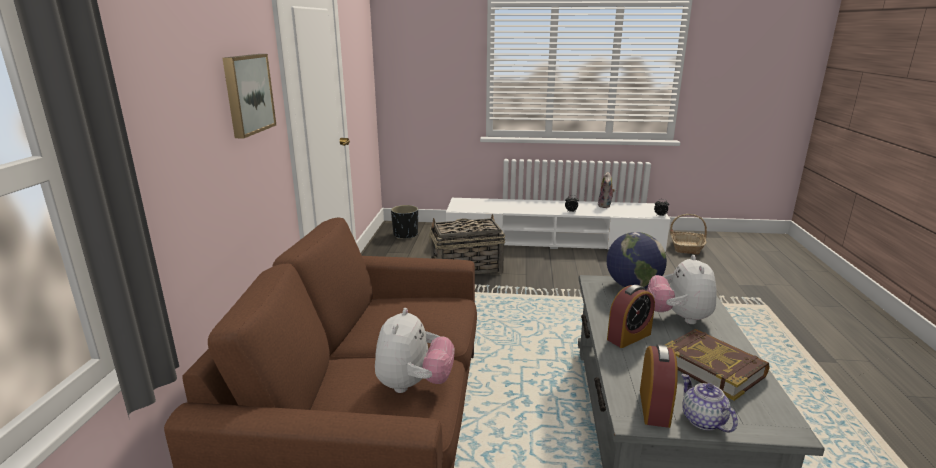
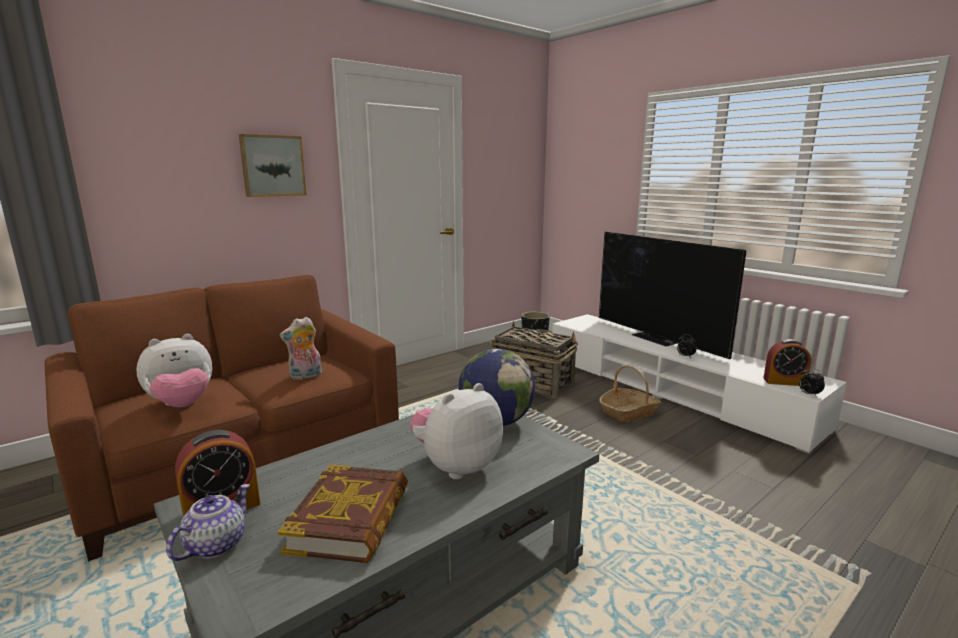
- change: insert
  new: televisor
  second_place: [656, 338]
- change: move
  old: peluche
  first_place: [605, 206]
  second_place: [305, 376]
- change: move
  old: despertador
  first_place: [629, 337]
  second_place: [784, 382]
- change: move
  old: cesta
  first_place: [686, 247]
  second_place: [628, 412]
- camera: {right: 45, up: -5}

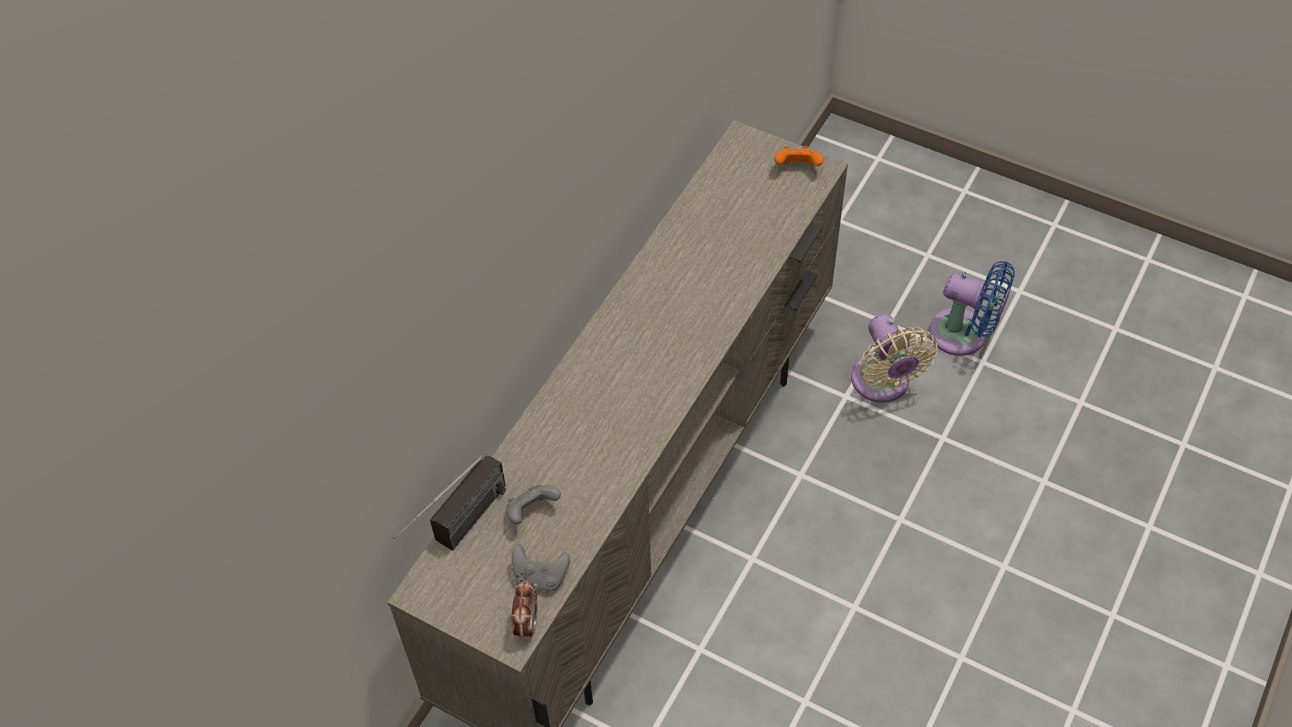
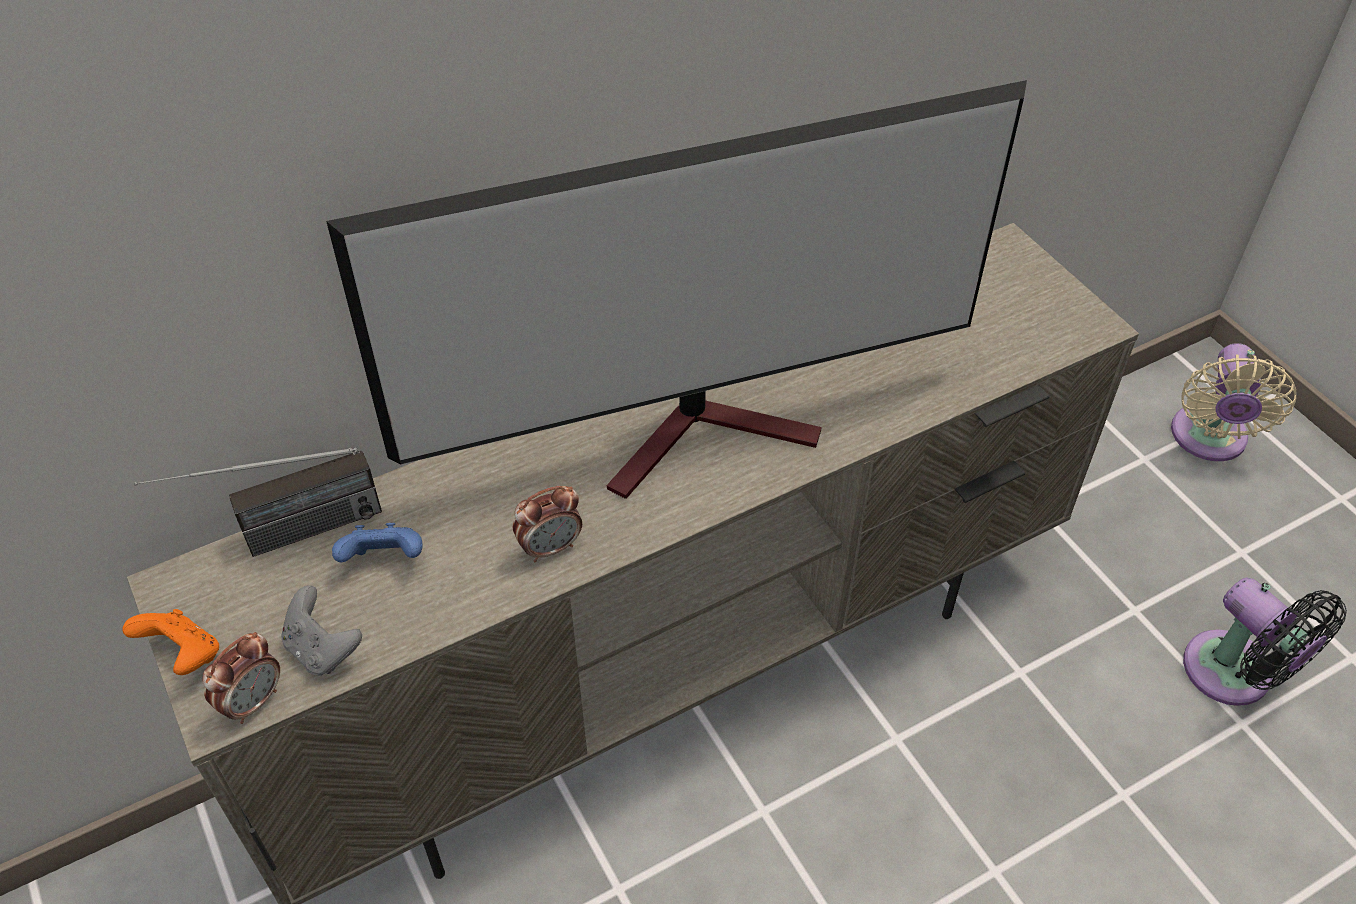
- change: insert
  new: televisor
  second_place: [710, 433]
- change: insert
  new: despertador
  second_place: [550, 547]
- change: move
  old: mando de consola (naranja)
  first_place: [797, 168]
  second_place: [184, 655]
- change: move
  old: ventilador (beis)
  first_place: [882, 384]
  second_place: [1208, 440]
- change: recolor
  old: mando de consola (gris)
  new: mando de consola (azul)
  first_place: [531, 511]
  second_place: [385, 560]
- change: recolor
  old: ventilador (azul)
  new: ventilador (negro)
  first_place: [964, 335]
  second_place: [1235, 676]
- camera: {right: 30, up: -5}

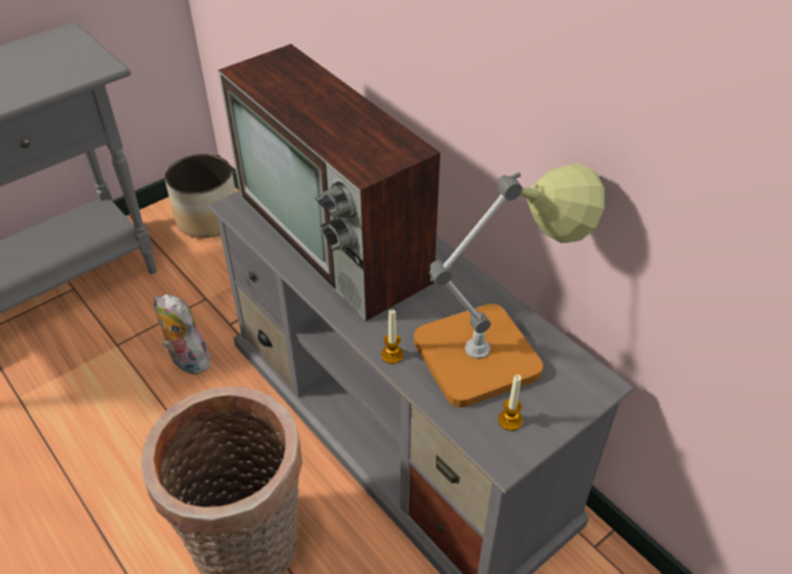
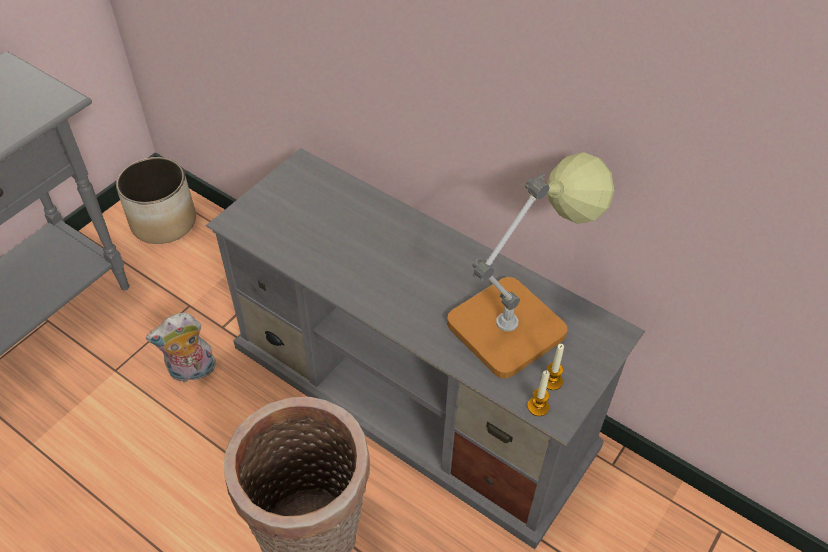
- change: delete
  old: televisor
  first_place: [335, 239]
- change: move
  old: vela
  first_place: [392, 355]
  second_place: [538, 407]
- change: rotate
  old: peluche
  first_place: [186, 360]
  second_place: [192, 372]
  degrees: -45
- camera: {right: -15, up: 5}

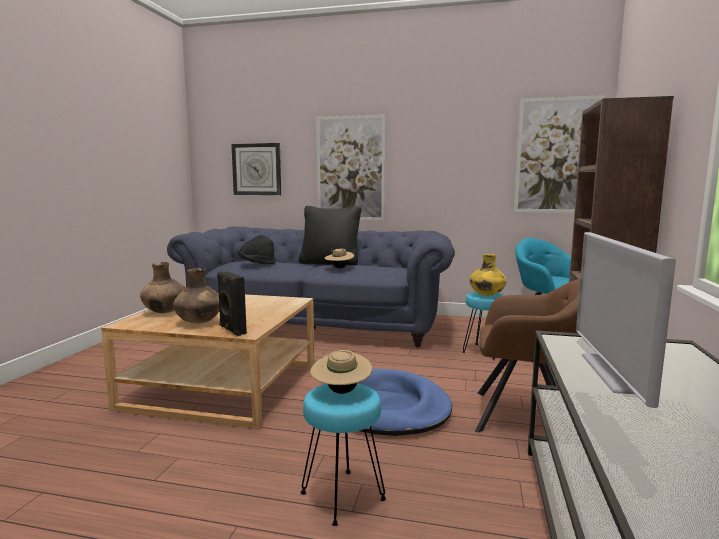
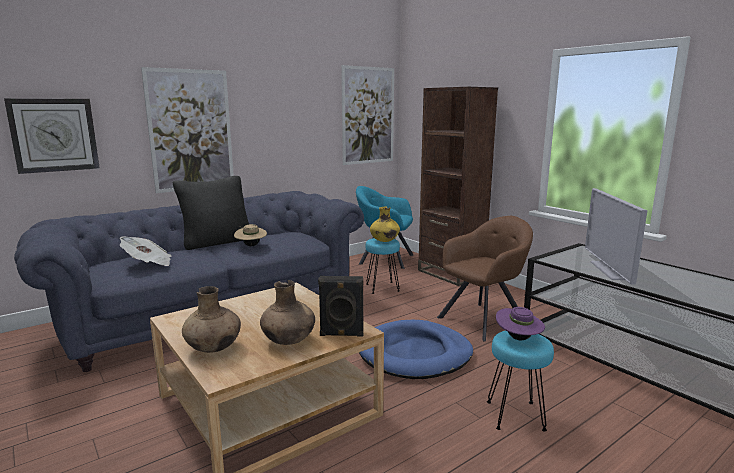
- change: replace
  old: sombrero (negro)
  new: periódico
  first_place: [256, 264]
  second_place: [148, 263]
- change: recolor
  old: sombrero (beis)
  new: sombrero (morado)
  first_place: [341, 391]
  second_place: [518, 339]
- change: rotate
  old: televisor
  first_place: [614, 373]
  second_place: [610, 270]
  degrees: 45
- camera: {right: -50, up: 5}

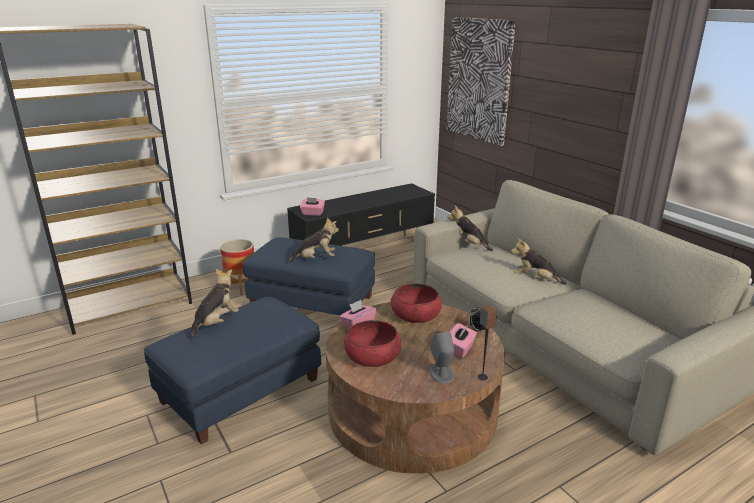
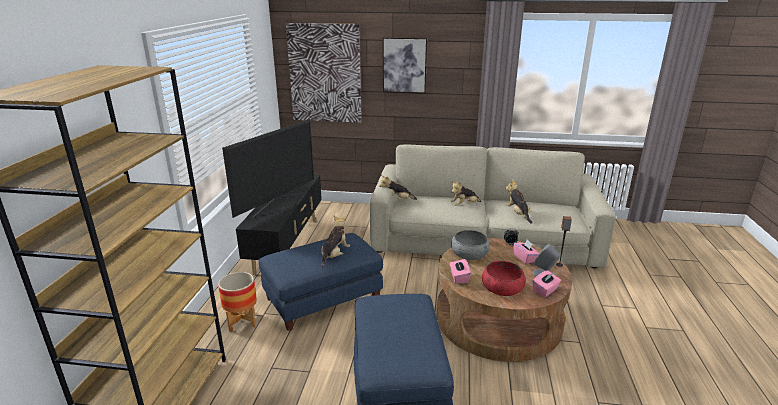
- change: insert
  new: televisor
  second_place: [277, 204]
- change: insert
  new: cuadro
  second_place: [404, 65]
- change: move
  old: peluche
  first_place: [216, 323]
  second_place: [517, 214]
- change: move
  old: caja de pañuelos (rosa)
  first_place: [312, 213]
  second_place: [545, 290]
- change: recolor
  old: cuenco (rojo)
  new: cuenco (gris)
  first_place: [415, 314]
  second_place: [469, 254]
- camera: {right: -50, up: 0}

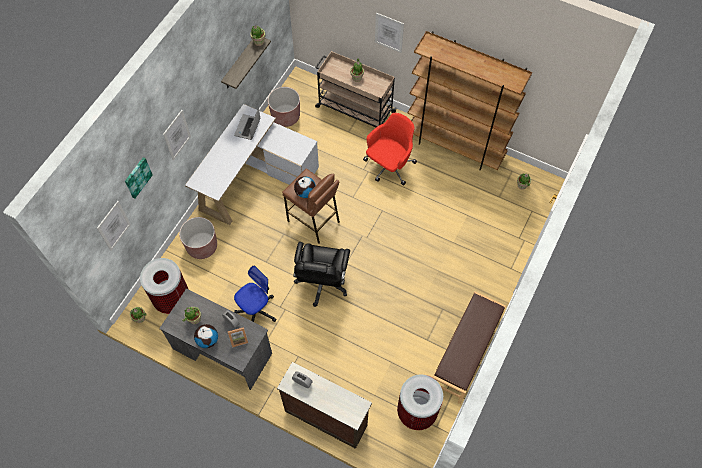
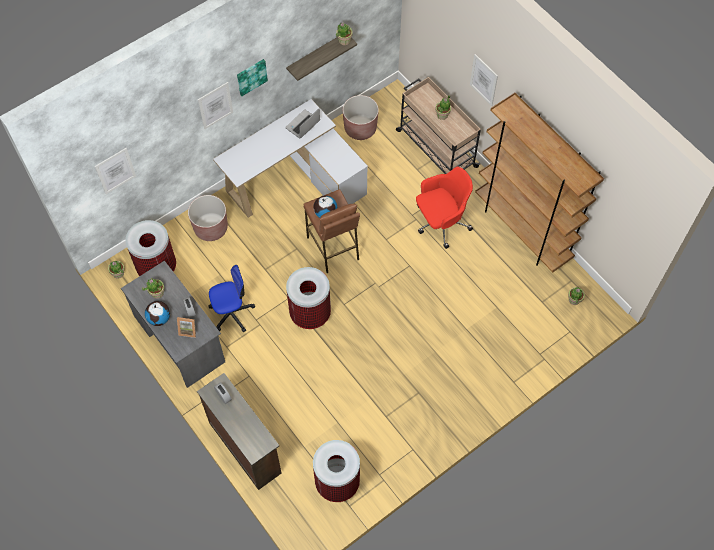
- change: delete
  old: banco (marrón)
  first_place: [465, 353]
- change: move
  old: cuadro
  first_place: [137, 177]
  second_place: [251, 76]
- change: replace
  old: silla de oficina (negro)
  new: papelera
  first_place: [322, 283]
  second_place: [310, 314]
- camera: {right: 25, up: 0}

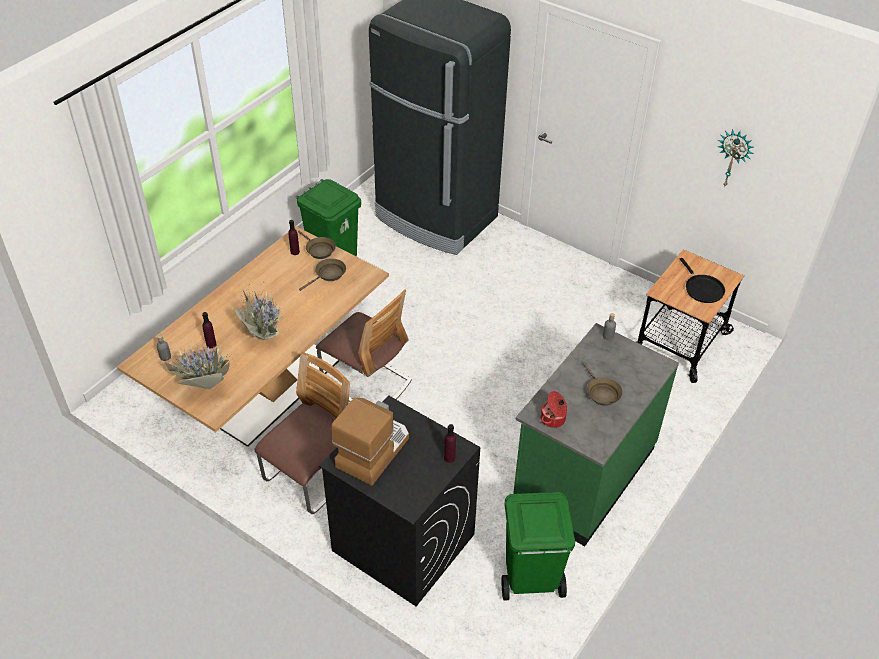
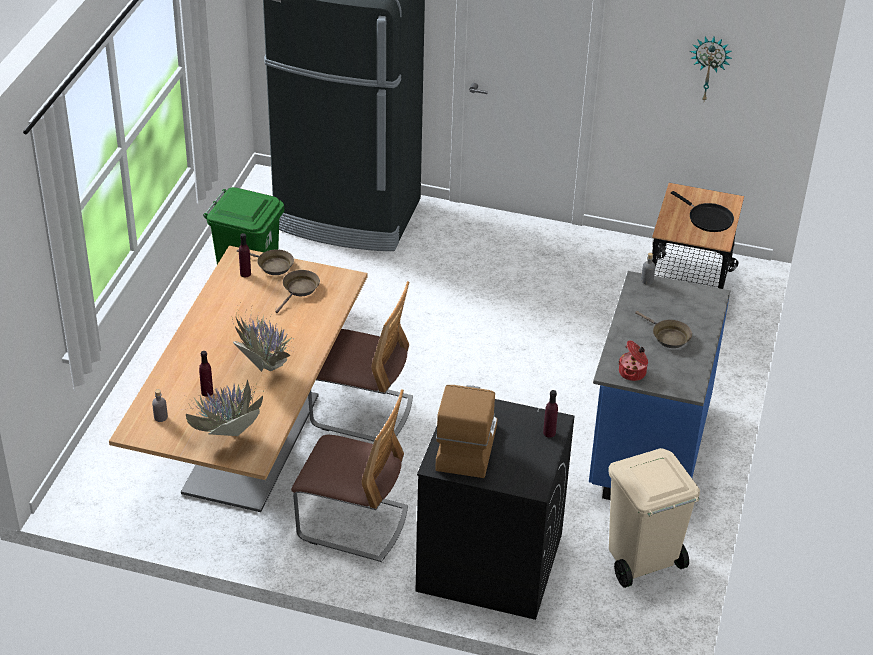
- change: recolor
  old: papelera (verde)
  new: papelera (beis)
  first_place: [530, 579]
  second_place: [641, 561]
- change: recolor
  old: mueble bajo de cocina (verde)
  new: mueble bajo de cocina (azul)
  first_place: [582, 475]
  second_place: [647, 447]
- change: rotate
  old: silla
  first_place: [312, 476]
  second_place: [353, 523]
  degrees: 90
- camera: {right: -20, up: -5}

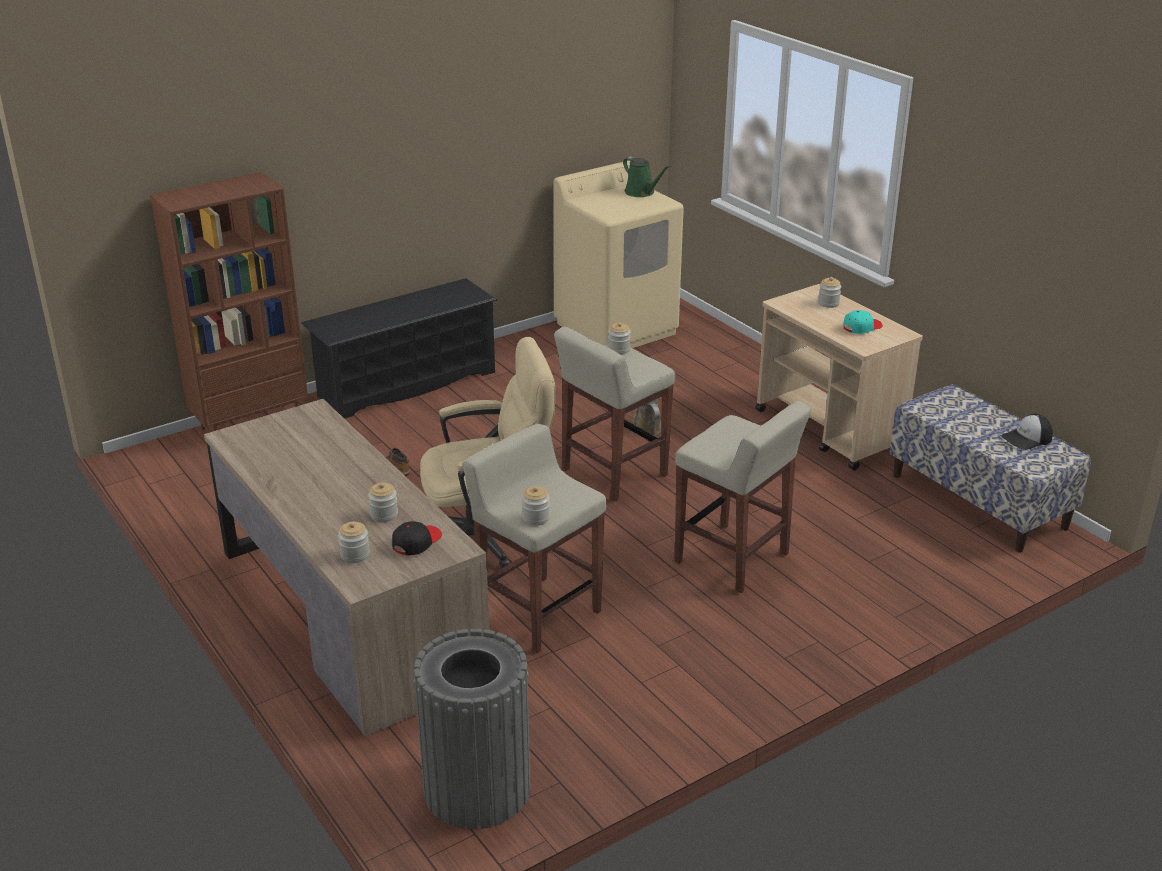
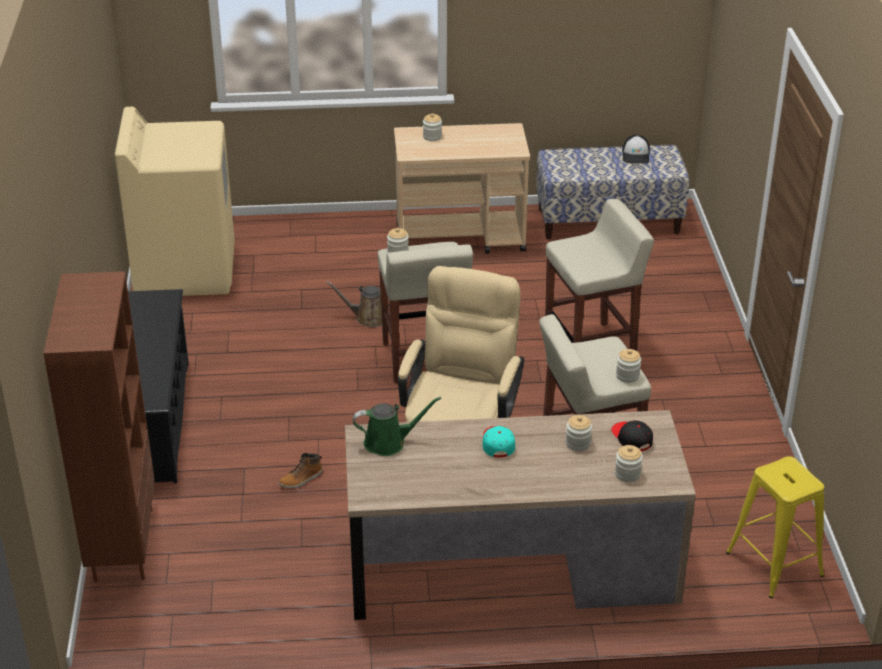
- change: move
  old: regadera (verde)
  first_place: [641, 192]
  second_place: [389, 442]
- change: move
  old: gorra (turquesa)
  first_place: [862, 327]
  second_place: [497, 443]
- change: replace
  old: papelera (gris)
  new: taburete (amarillo)
  first_place: [476, 789]
  second_place: [774, 564]
- camera: {right: -60, up: 5}

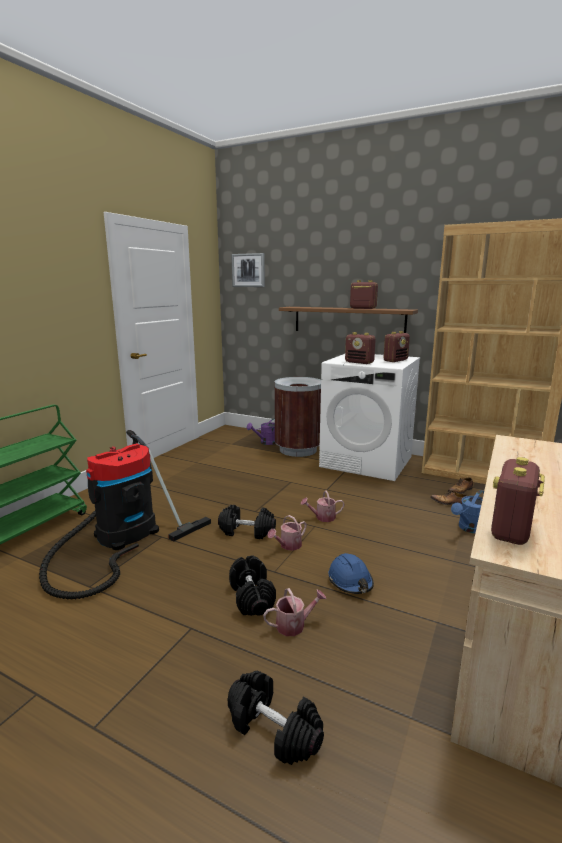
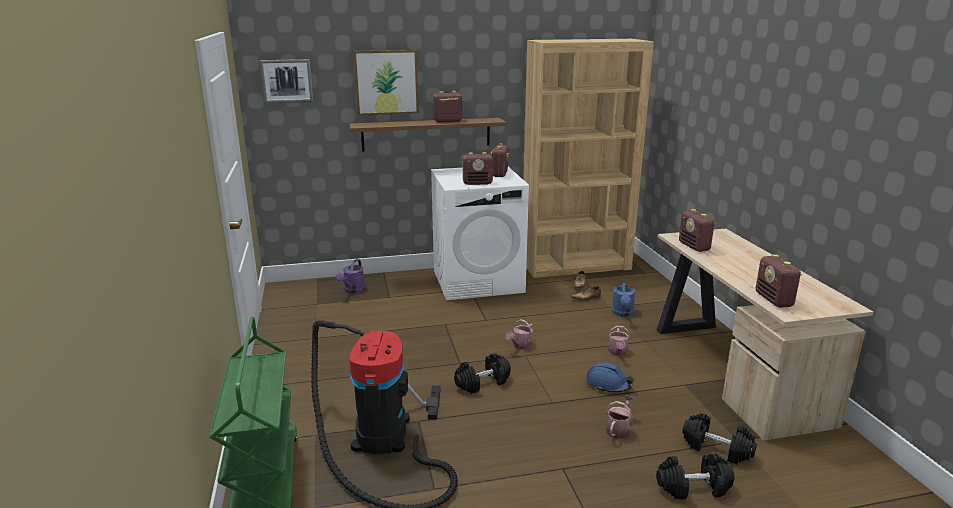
- change: delete
  old: papelera (marrón)
  first_place: [298, 450]
- change: insert
  new: cuadro
  second_place: [386, 82]
- change: insert
  new: radio
  second_place: [694, 247]
- change: move
  old: mancuerna (negro)
  first_place: [252, 597]
  second_place: [717, 449]
- change: move
  old: regadera
  first_place: [288, 546]
  second_place: [617, 352]
- camera: {right: -40, up: 5}

